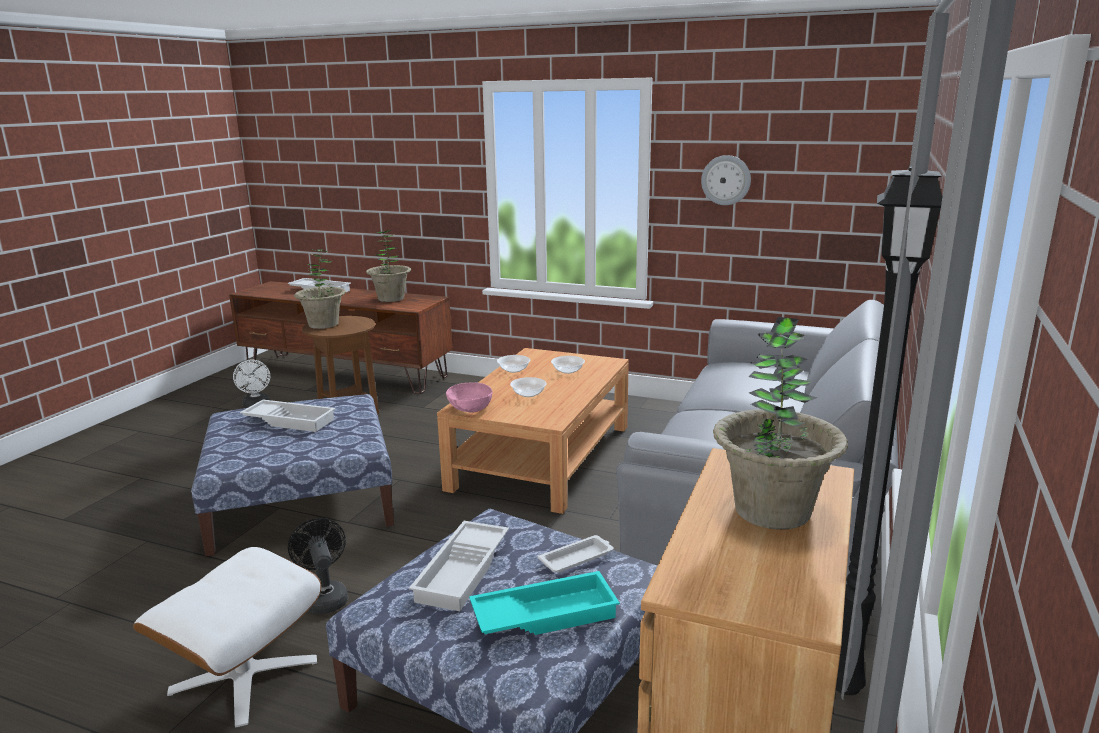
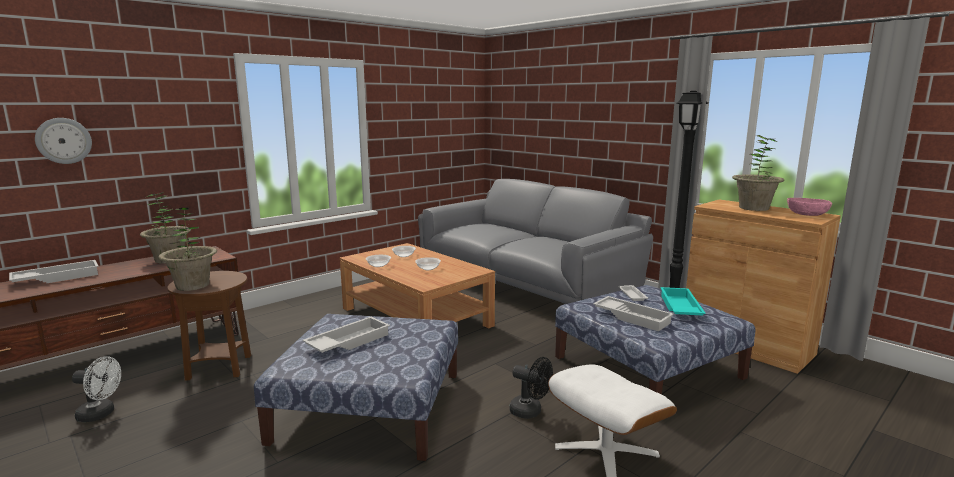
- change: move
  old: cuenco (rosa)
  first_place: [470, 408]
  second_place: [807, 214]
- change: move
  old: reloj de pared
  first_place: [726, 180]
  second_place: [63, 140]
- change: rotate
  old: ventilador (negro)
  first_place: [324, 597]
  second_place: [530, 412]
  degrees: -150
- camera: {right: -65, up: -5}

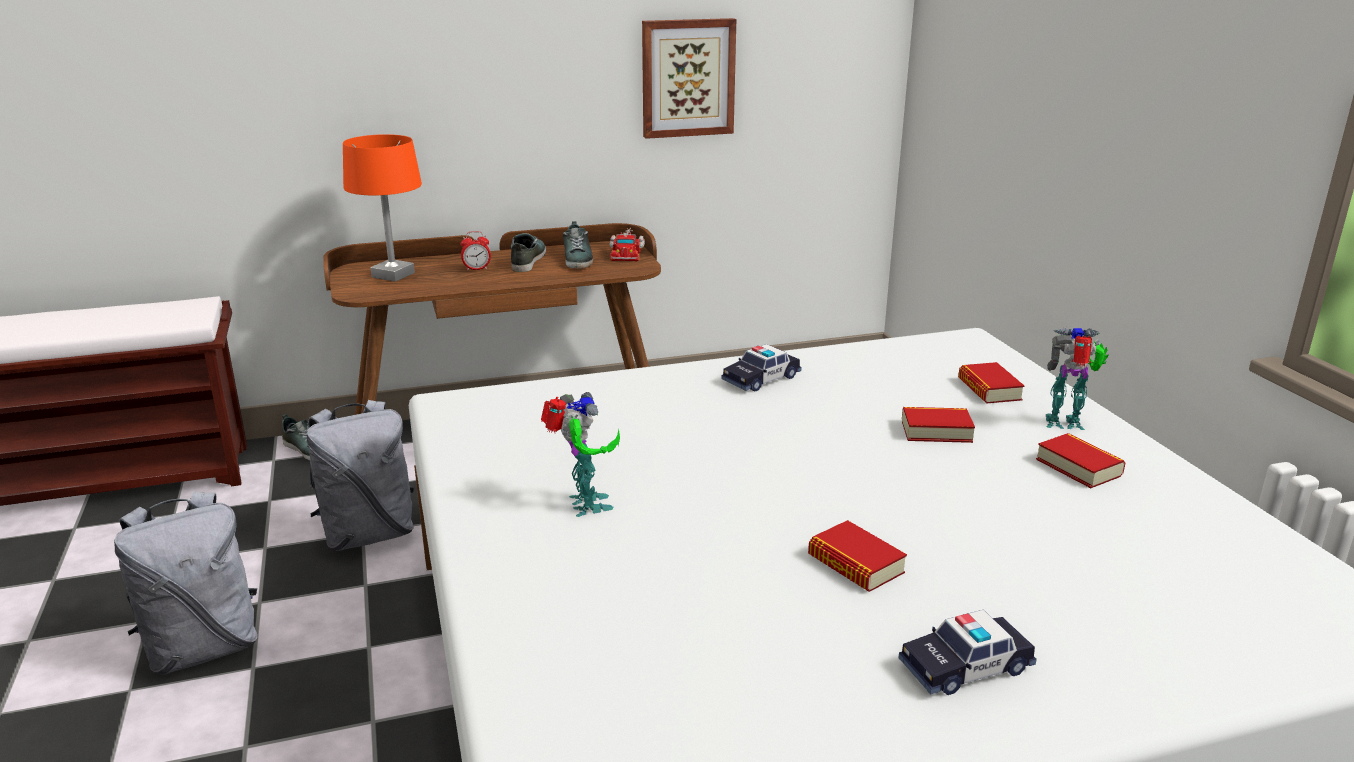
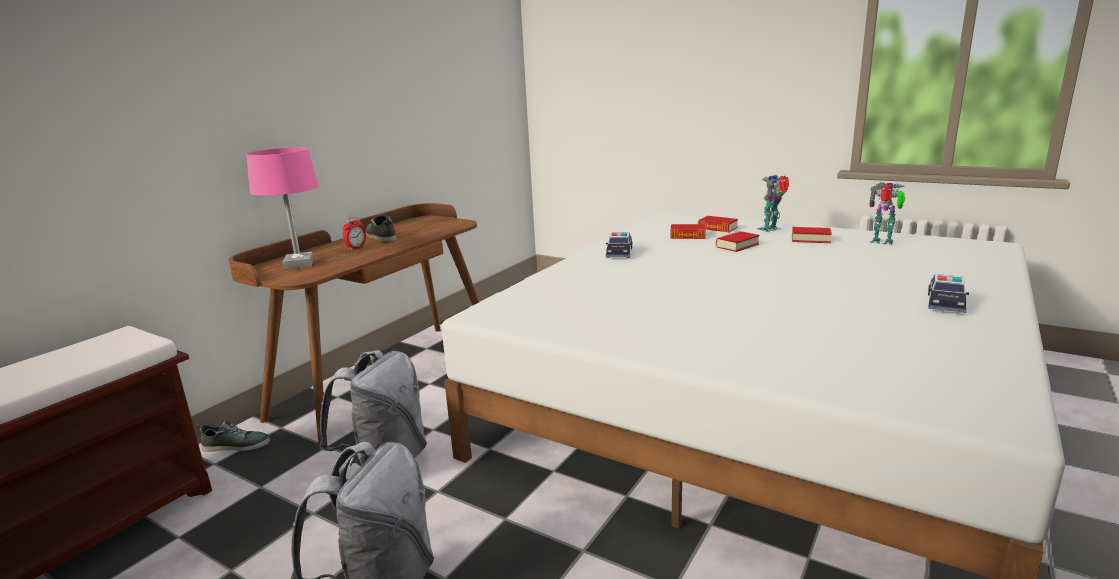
- change: delete
  old: zapato
  first_place: [578, 259]
- change: delete
  old: camión de juguete
  first_place: [626, 253]
- change: delete
  old: cuadro
  first_place: [687, 78]
- change: move
  old: robot de juguete
  first_place: [585, 505]
  second_place: [883, 242]
- change: move
  old: libro
  first_place: [855, 564]
  second_place: [687, 236]
- change: recolor
  old: lámpara de mesa (naranja)
  new: lámpara de mesa (rosa)
  first_place: [393, 275]
  second_place: [299, 265]
- camera: {right: -40, up: -5}

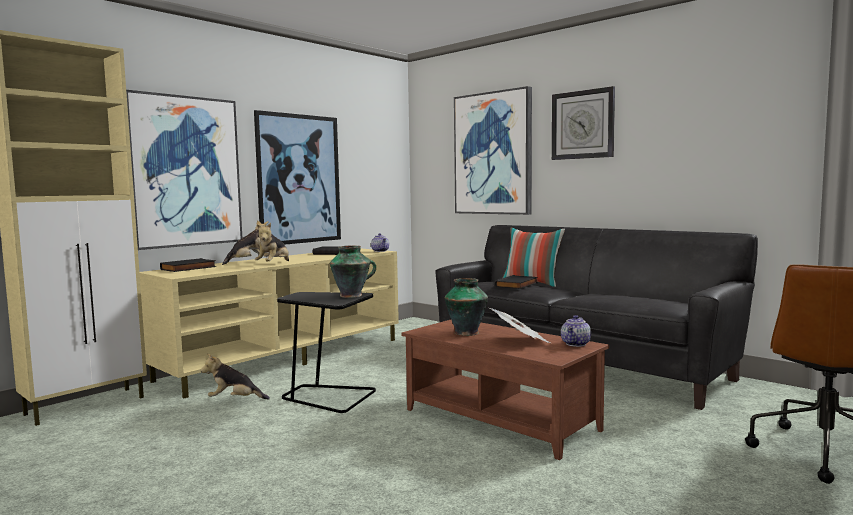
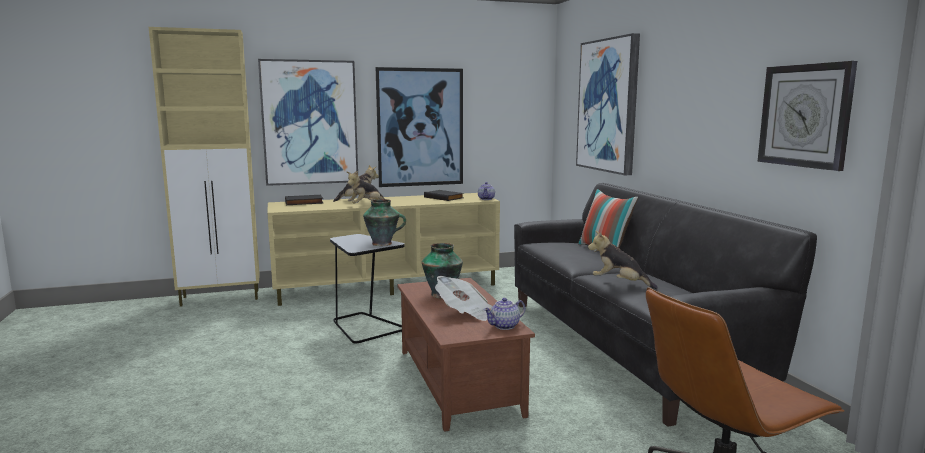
- change: delete
  old: libro (negro)
  first_place: [517, 285]
- change: move
  old: peluche
  first_place: [235, 400]
  second_place: [619, 283]
- change: move
  old: reloj de pared
  first_place: [583, 124]
  second_place: [805, 115]
- camera: {right: 30, up: 5}

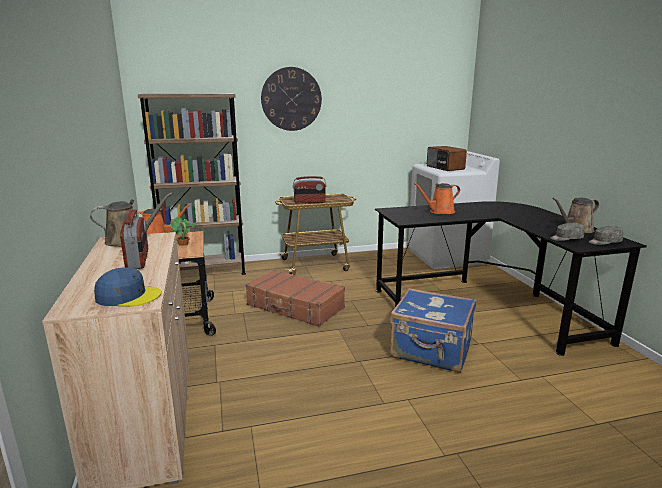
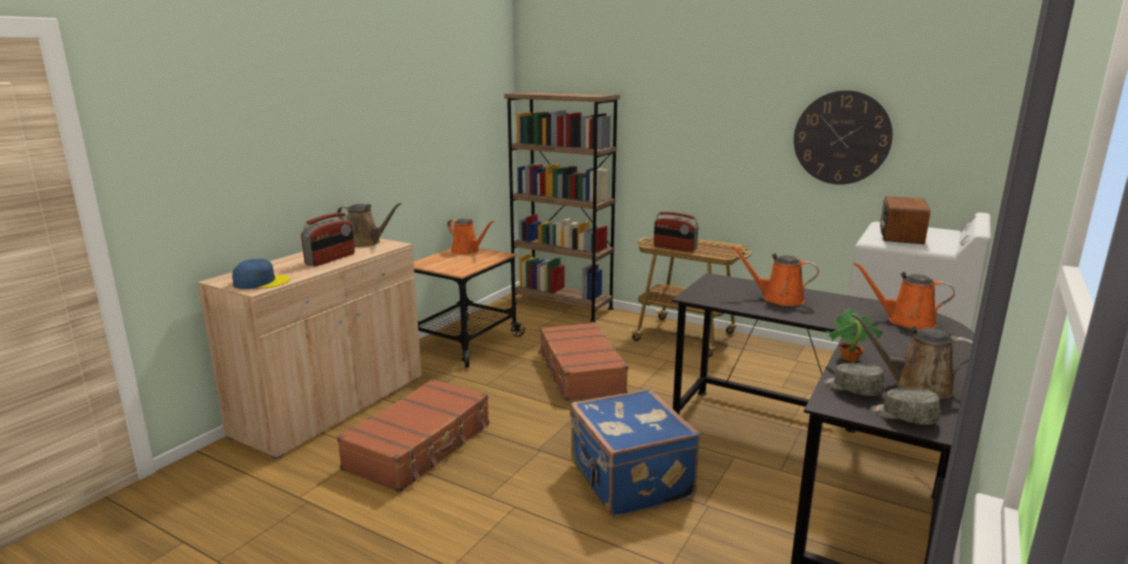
- change: insert
  new: maleta (marrón)
  second_place: [420, 446]
- change: insert
  new: regadera (naranja)
  second_place: [906, 321]
- change: move
  old: planta en maceta
  first_place: [183, 244]
  second_place: [849, 358]
- change: move
  old: reloj de pared
  first_place: [291, 99]
  second_place: [841, 138]
- change: rotate
  old: gorra (azul)
  first_place: [128, 296]
  second_place: [261, 282]
  degrees: -60
- camera: {right: 45, up: 0}

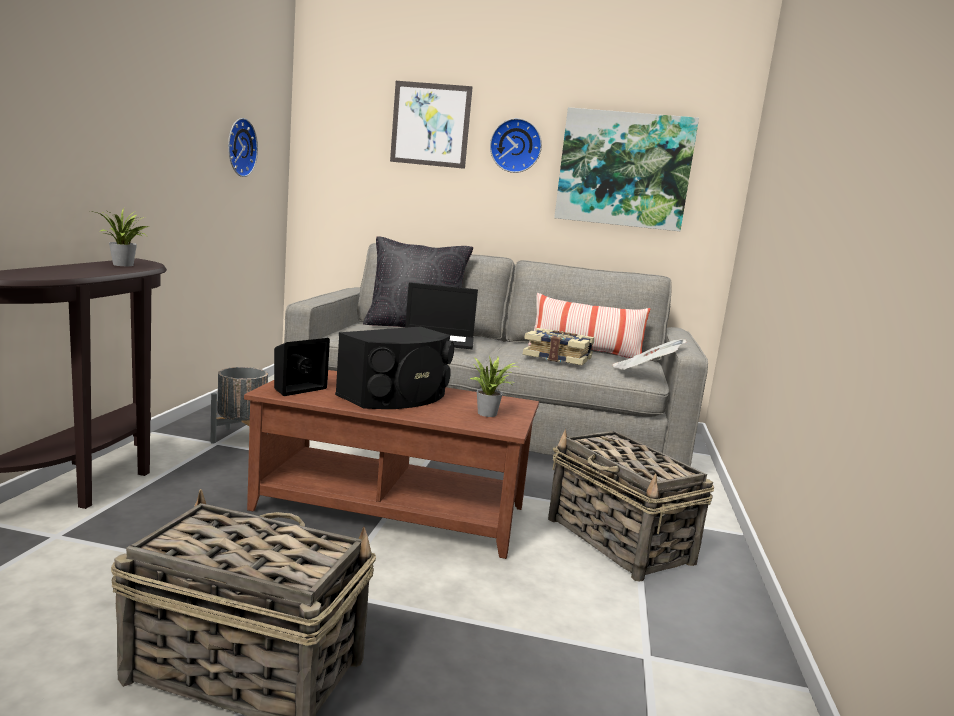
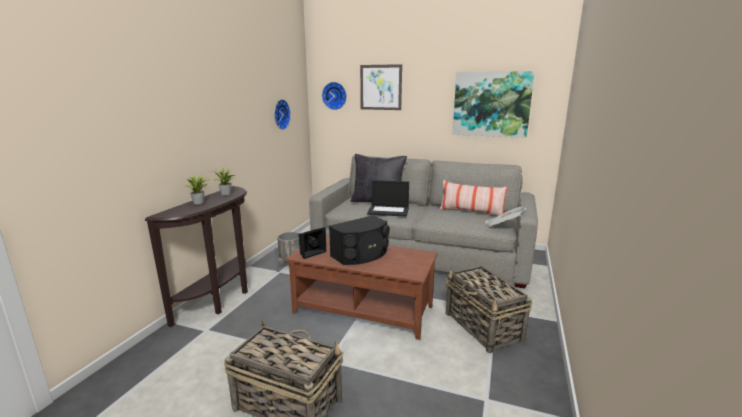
- change: delete
  old: libro
  first_place: [558, 357]
- change: move
  old: planta en maceta
  first_place: [490, 414]
  second_place: [200, 202]
- change: move
  old: reloj de pared
  first_place: [516, 146]
  second_place: [335, 96]
- camera: {right: 10, up: 5}

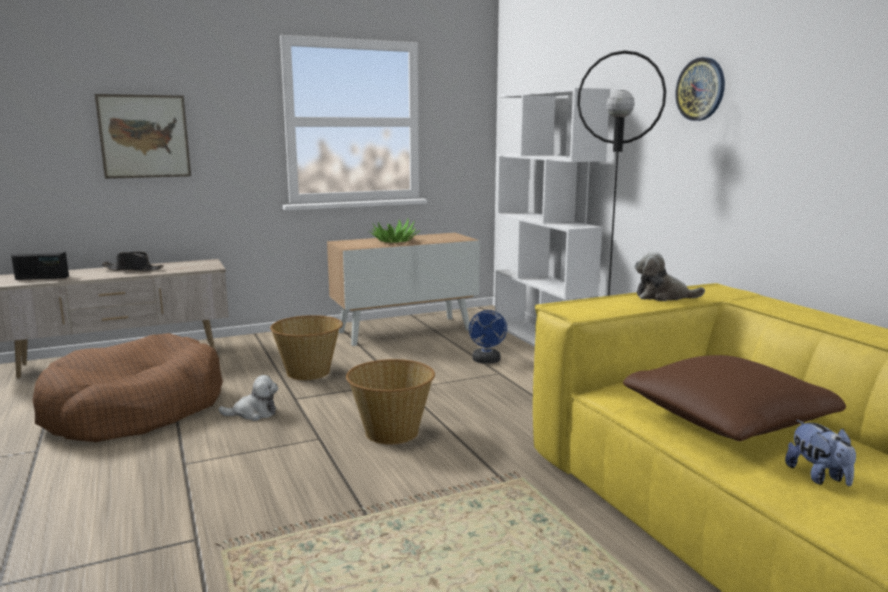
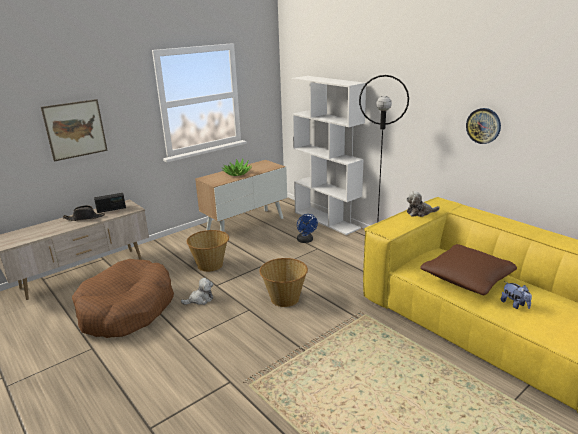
- change: move
  old: radio
  first_place: [42, 278]
  second_place: [111, 209]
- change: move
  old: reloj de pared
  first_place: [700, 89]
  second_place: [483, 126]
- camera: {right: -15, up: 10}

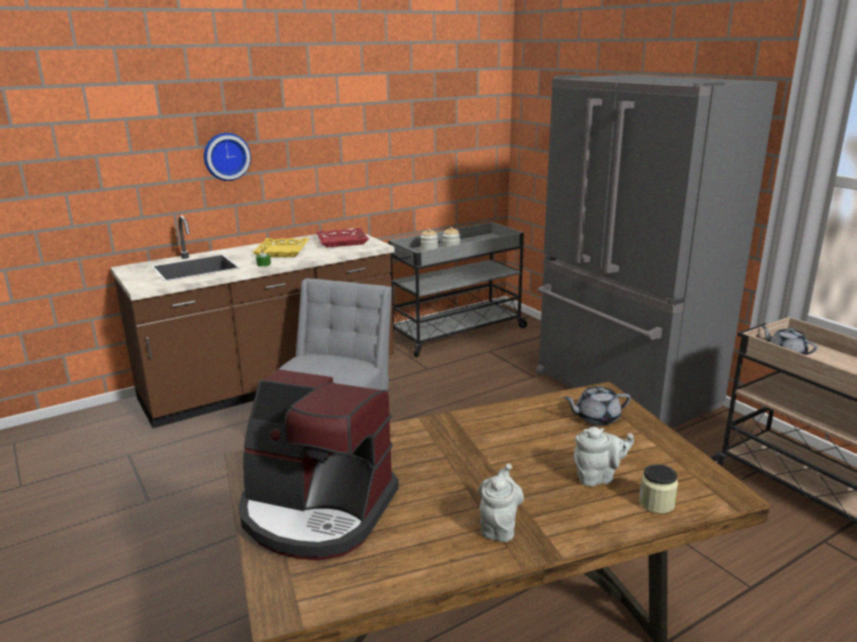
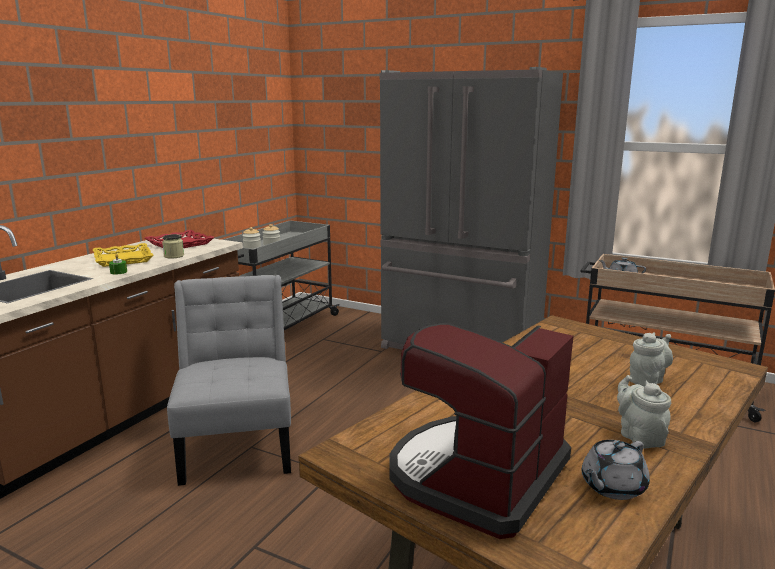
- change: delete
  old: reloj de pared
  first_place: [226, 156]
- change: move
  old: tetera (gris)
  first_place: [596, 418]
  second_place: [612, 487]
- change: move
  old: tarro
  first_place: [656, 503]
  second_place: [174, 256]
- change: rotate
  old: cafetera
  first_place: [317, 512]
  second_place: [477, 477]
  degrees: 135
- camera: {right: -30, up: -5}

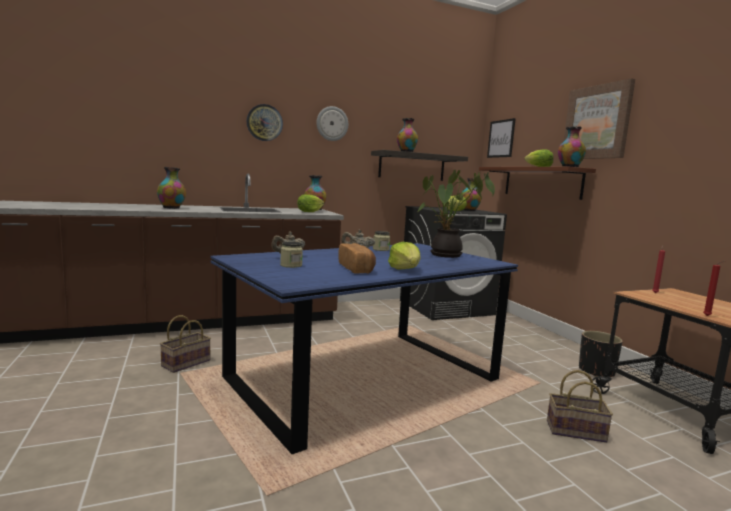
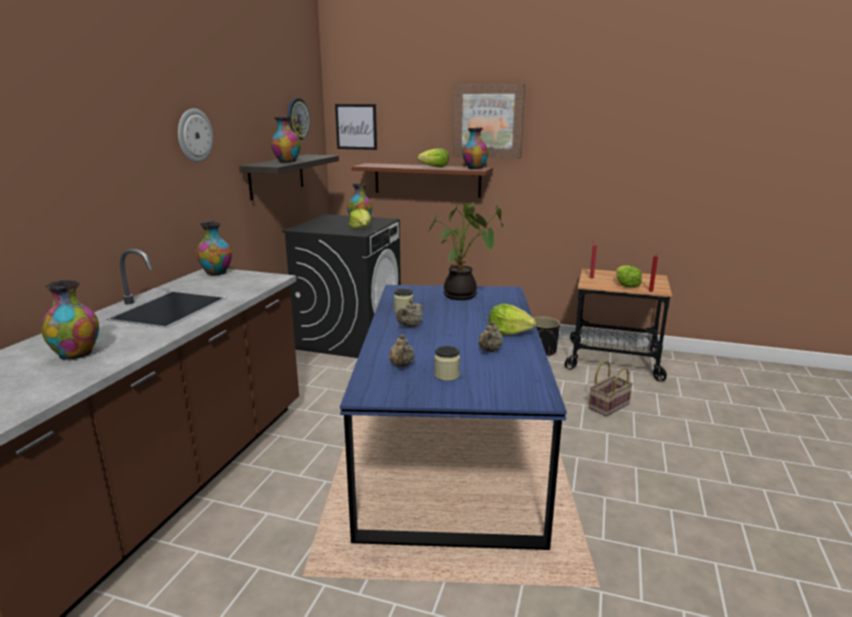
- change: delete
  old: cesta
  first_place: [186, 362]
- change: move
  old: reloj de pared
  first_place: [264, 122]
  second_place: [297, 119]
- change: move
  old: lechuga
  first_place: [309, 211]
  second_place: [626, 285]
- change: replace
  old: pan
  new: tetera (beis)
  first_place: [356, 269]
  second_place: [490, 350]
- camera: {right: -50, up: 10}

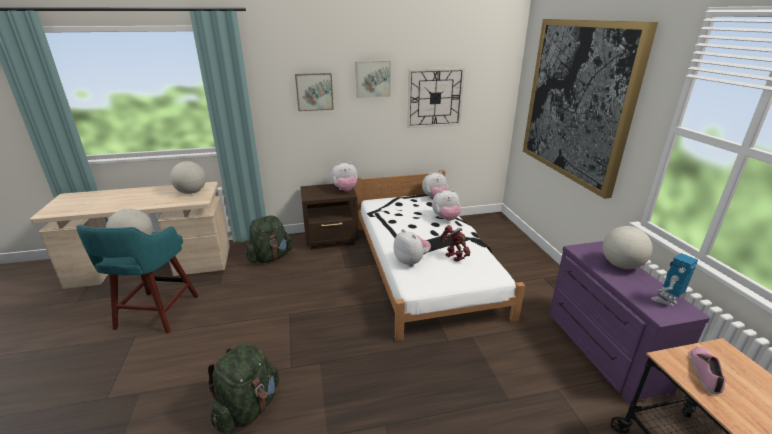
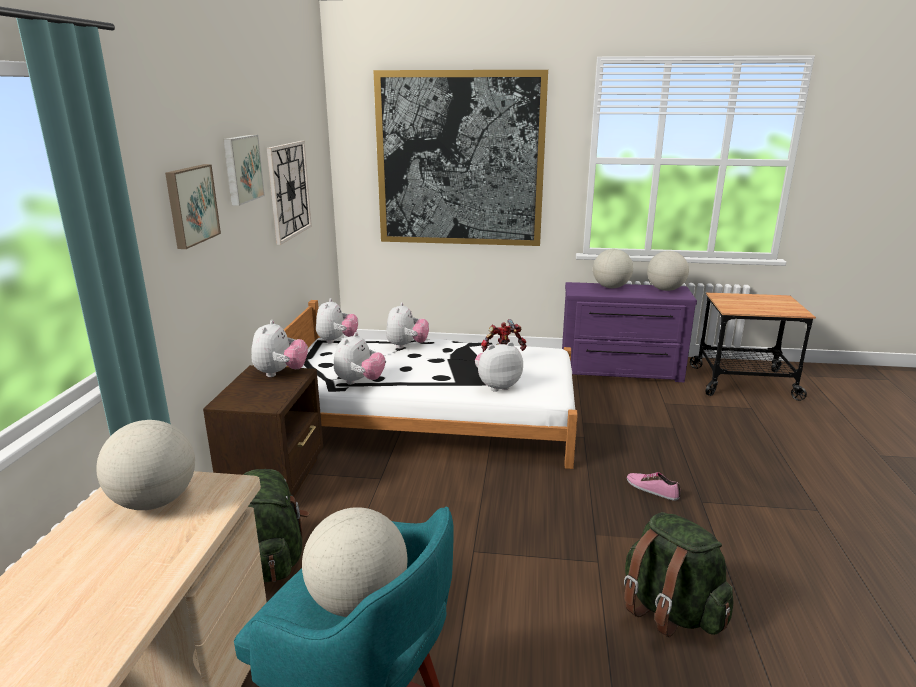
- change: insert
  new: peluche
  second_place: [359, 381]
- change: move
  old: zapato
  first_place: [705, 371]
  second_place: [652, 489]
- change: replace
  old: robot de juguete
  new: globo terráqueo
  first_place: [666, 300]
  second_place: [665, 289]
- camera: {right: -70, up: -5}

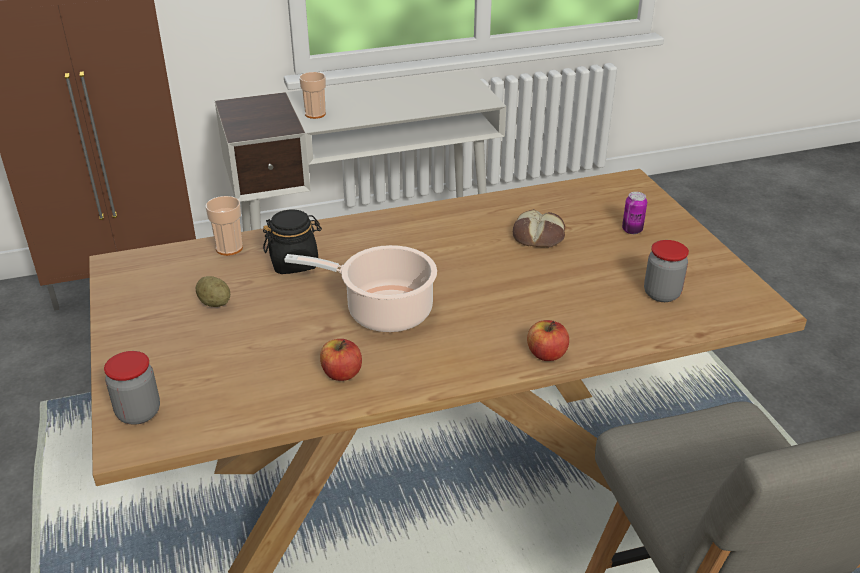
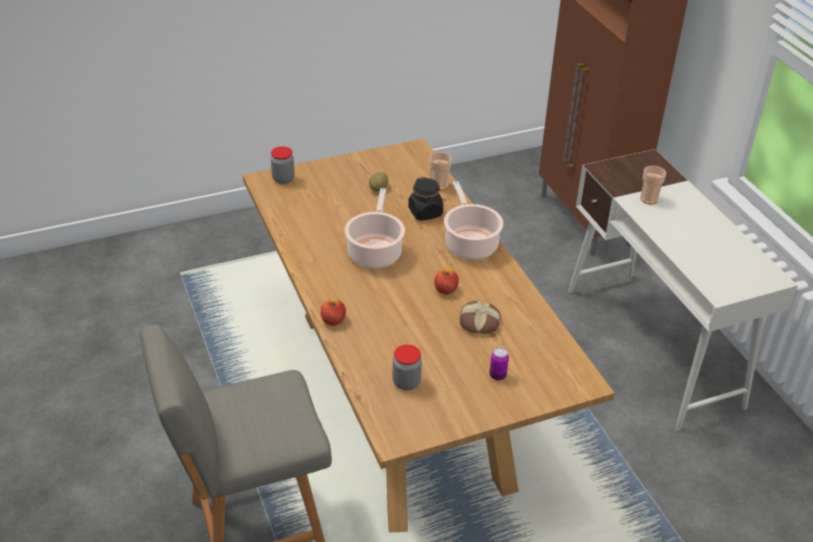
- change: insert
  new: olla
  second_place: [470, 243]
- change: move
  old: manzana
  first_place: [341, 373]
  second_place: [445, 290]
- camera: {right: 85, up: 5}

